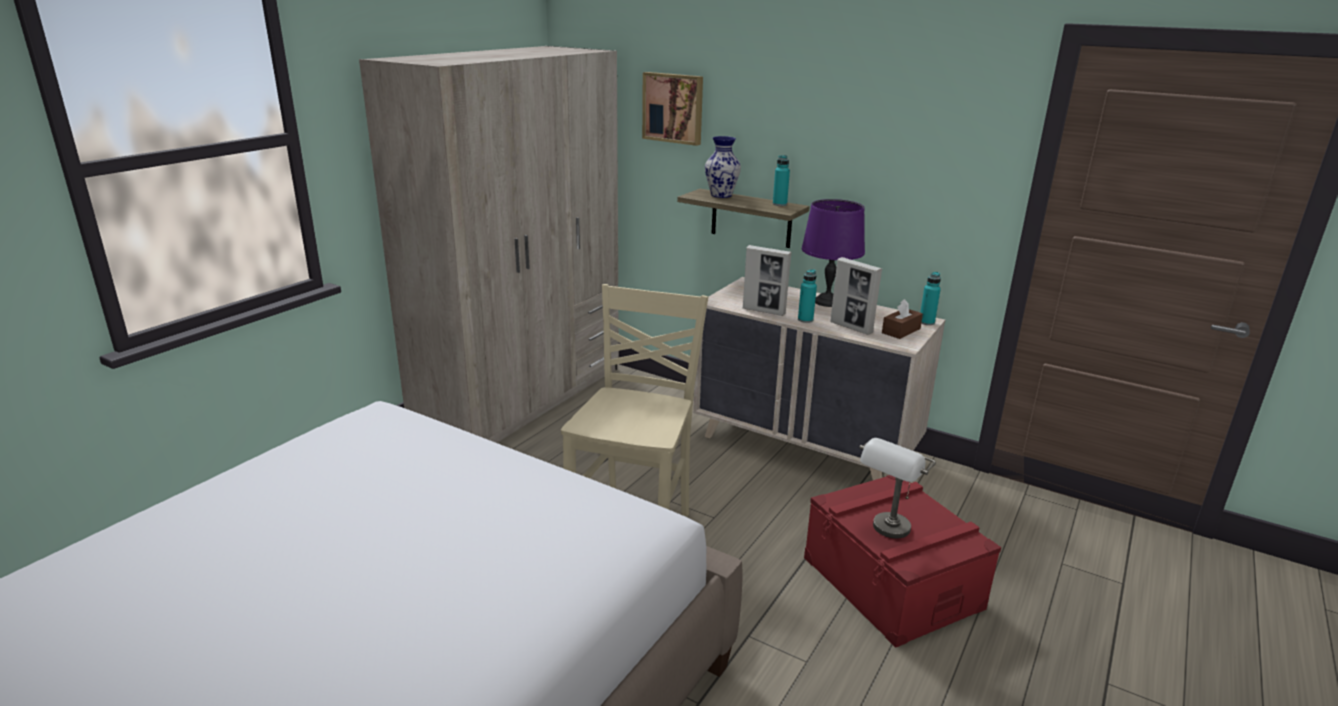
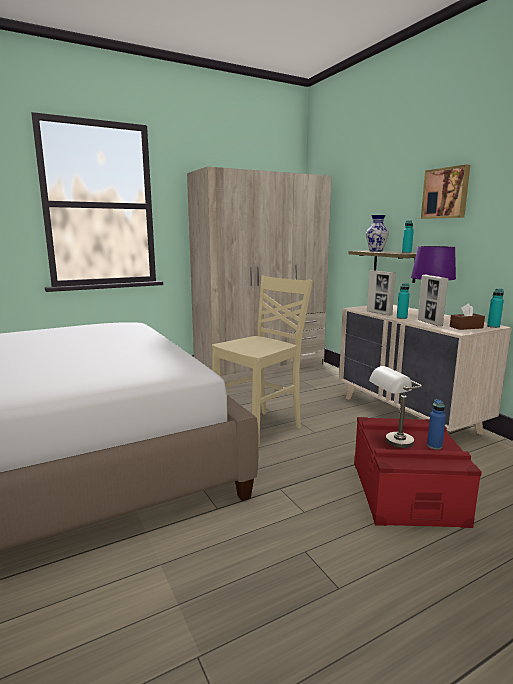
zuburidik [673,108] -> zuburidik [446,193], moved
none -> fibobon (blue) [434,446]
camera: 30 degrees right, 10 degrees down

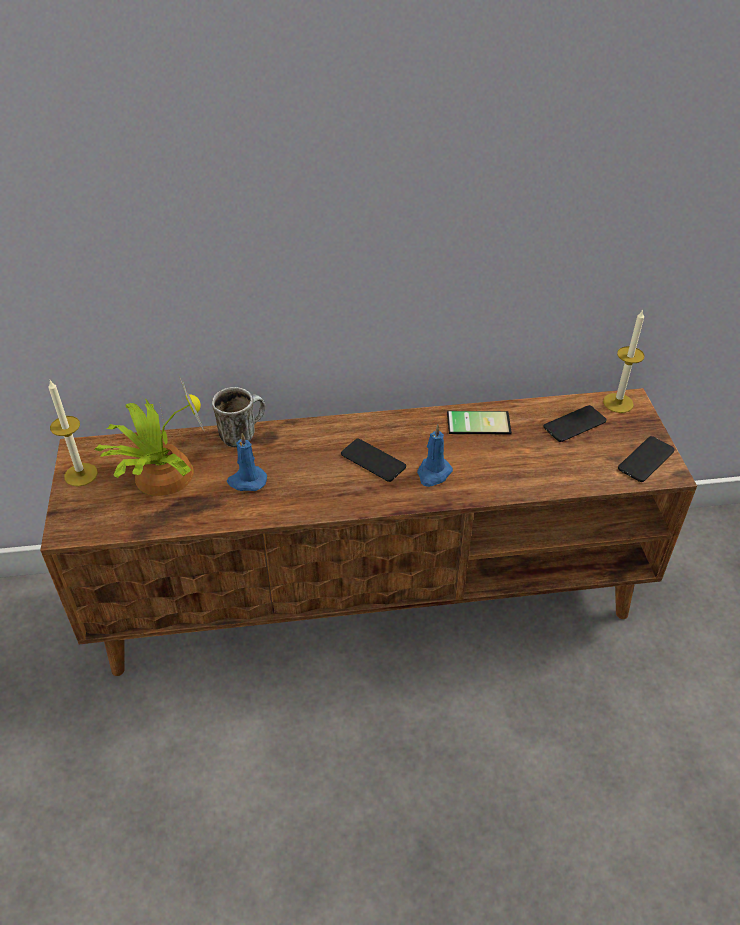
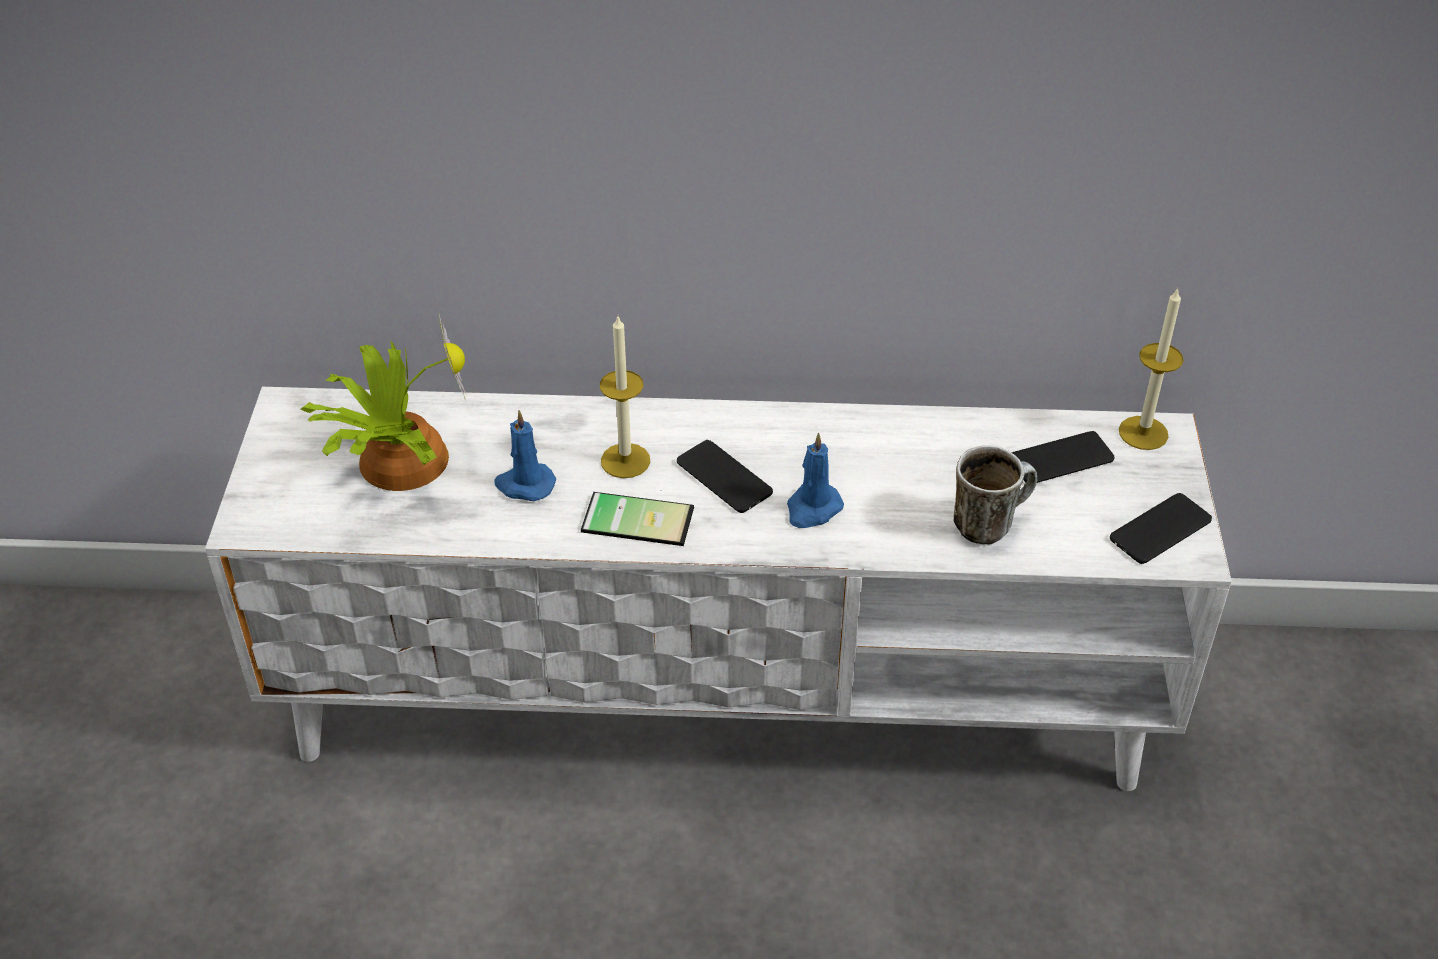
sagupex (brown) [371,597] -> sagupex (white) [722,698]
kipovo [478,420] -> kipovo [639,515], moved
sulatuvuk [81,474] -> sulatuvuk [625,460], moved
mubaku [242,434] -> mubaku [989,522], moved
camera: 10 degrees right, 0 degrees up

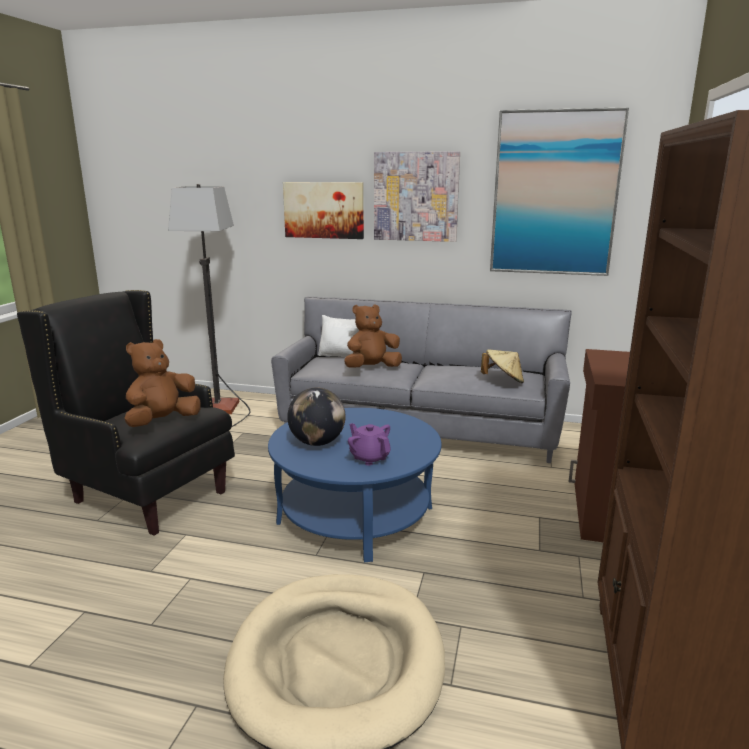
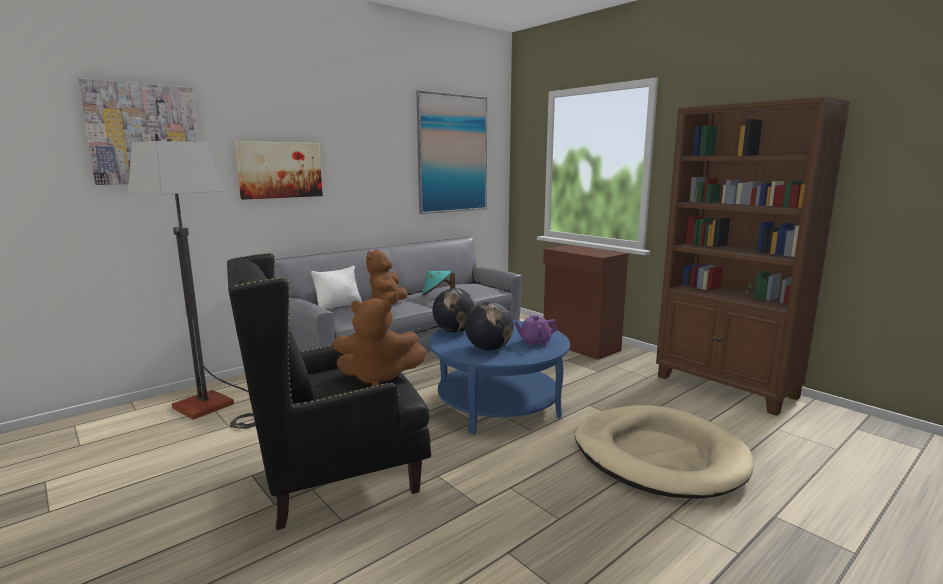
zuburidik [416,196] -> zuburidik [144,134], moved
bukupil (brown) [163,421] -> bukupil (brown) [378,377], 75 degrees counterclockwise
none -> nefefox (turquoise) [437,294]
none -> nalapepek [454,331]
nefefox (beige) [503,380] -> none
camera: 55 degrees left, 5 degrees down

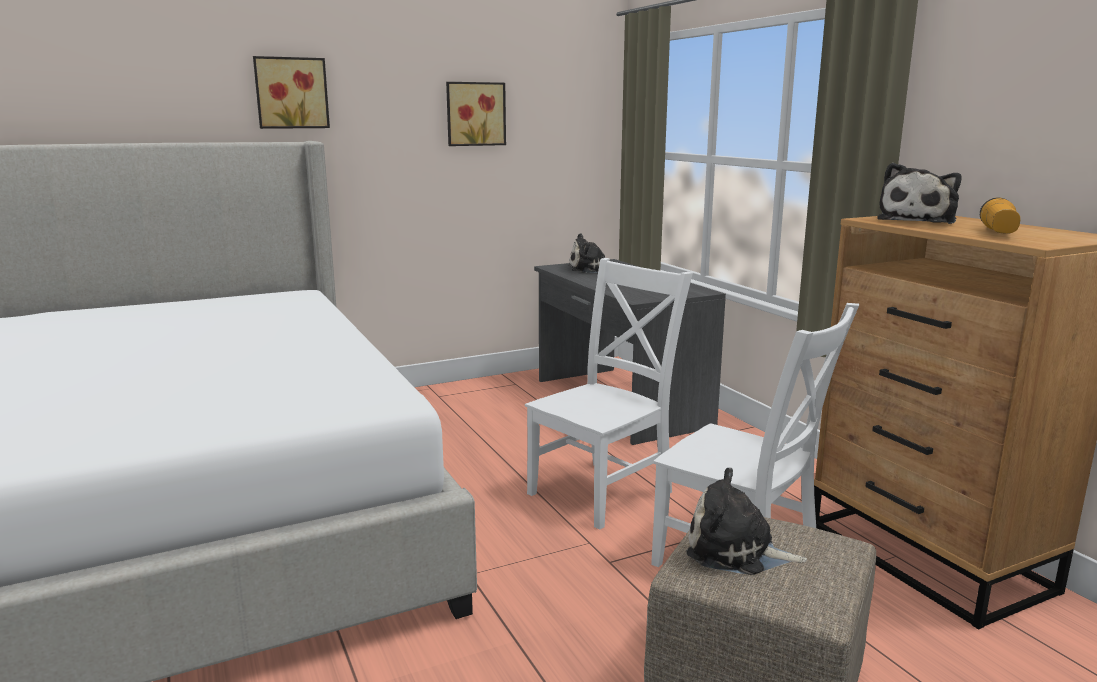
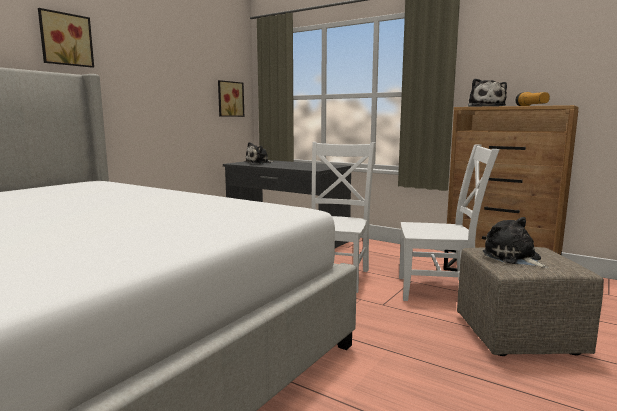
zuburidik [475,114] -> zuburidik [229,99], moved
bukupil [736,551] -> bukupil [513,258], 75 degrees clockwise
camera: 30 degrees left, 5 degrees down

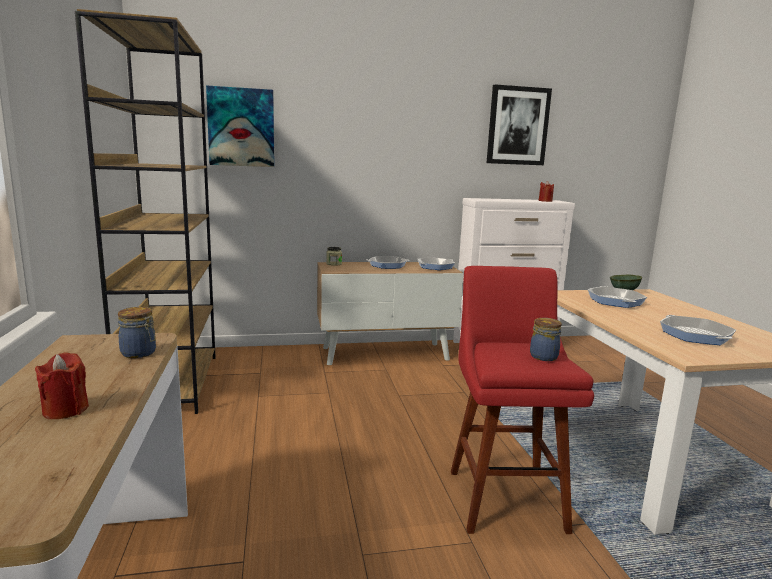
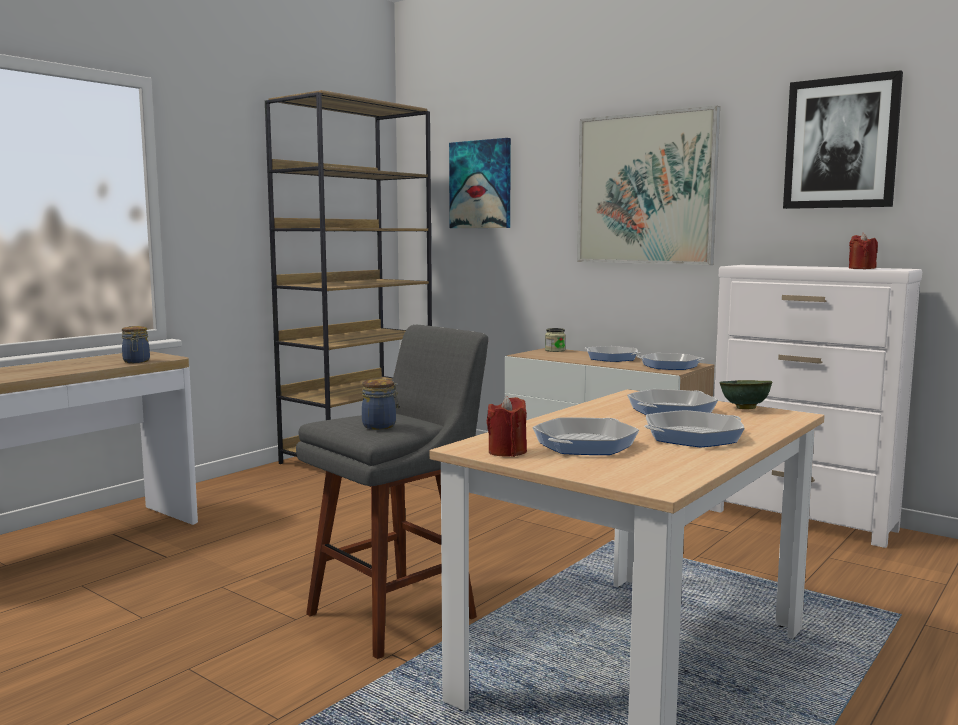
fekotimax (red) [504,495] -> fekotimax (grey) [399,612]
sulatuvuk (red) [65,410] -> sulatuvuk (red) [507,452], moved
none -> zuburidik [645,189]
none -> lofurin [693,436]
camera: 50 degrees right, 5 degrees down

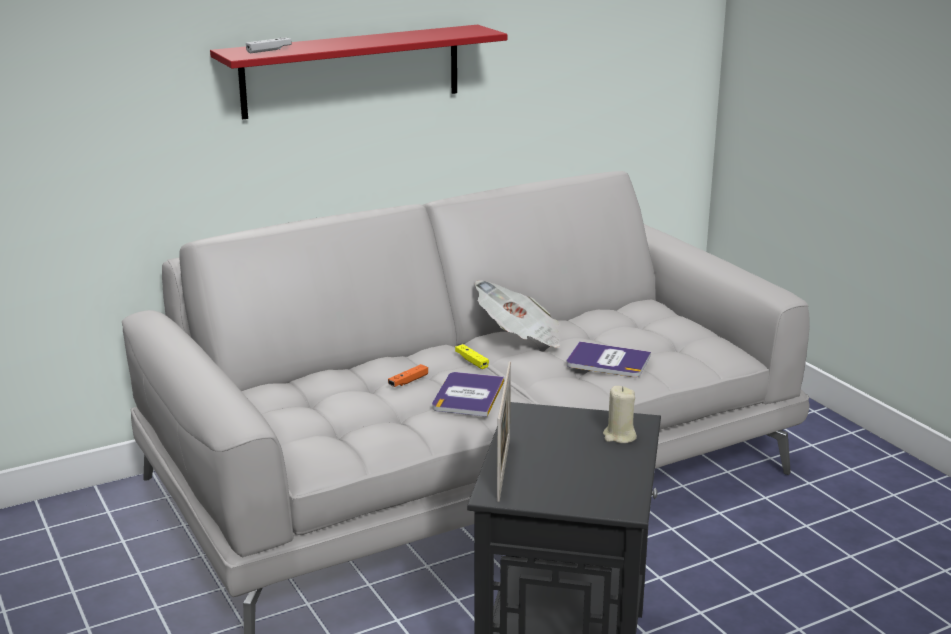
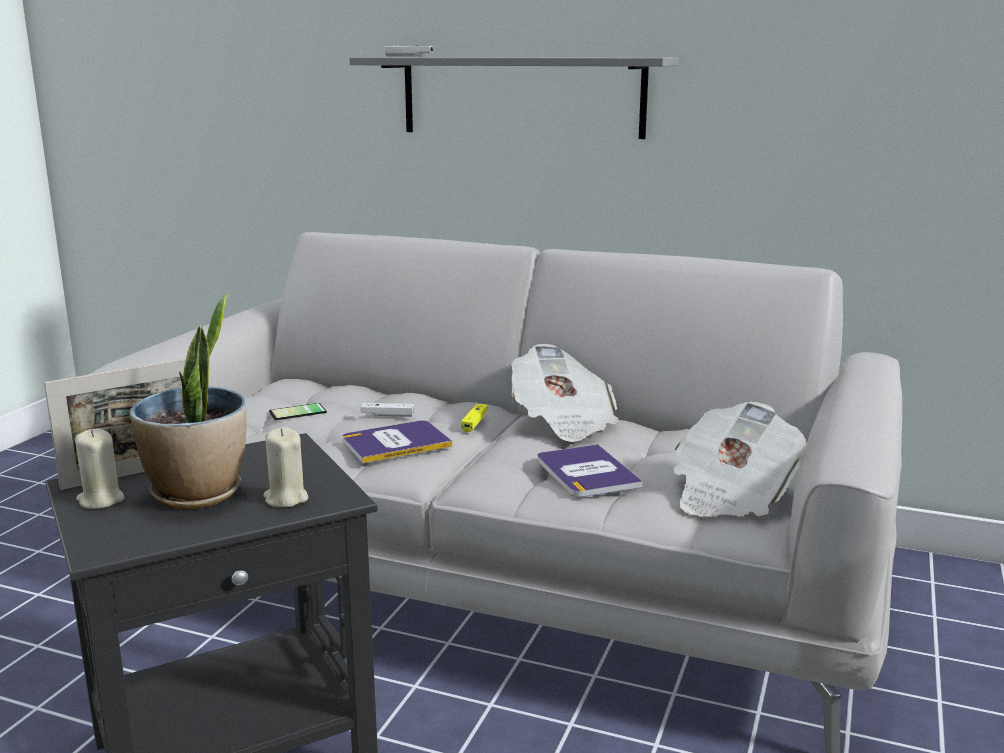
none -> sulatuvuk (beige) [101,500]
none -> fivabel [198,493]
none -> kipovo [298,413]
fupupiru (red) [352,71] -> fupupiru (grey) [521,96]
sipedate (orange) [408,381] -> sipedate (white) [387,415]
none -> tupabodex [731,494]
camera: 50 degrees right, 5 degrees down

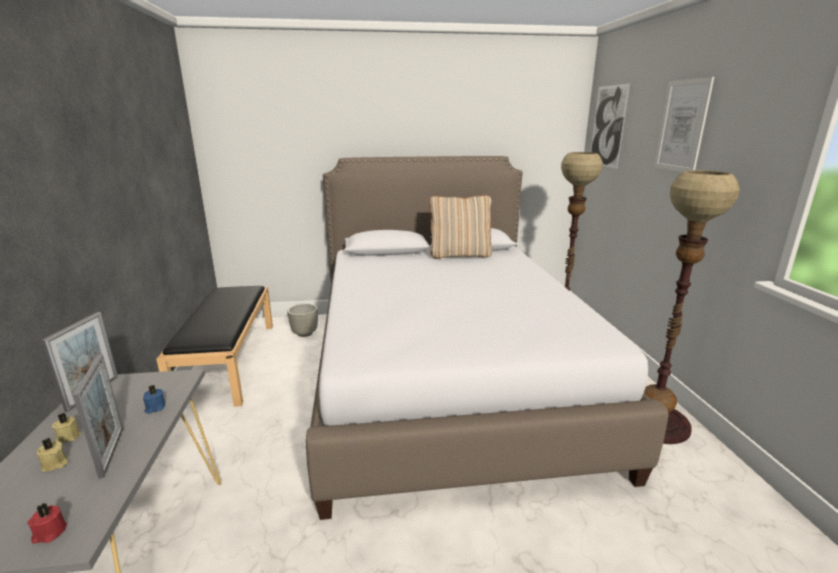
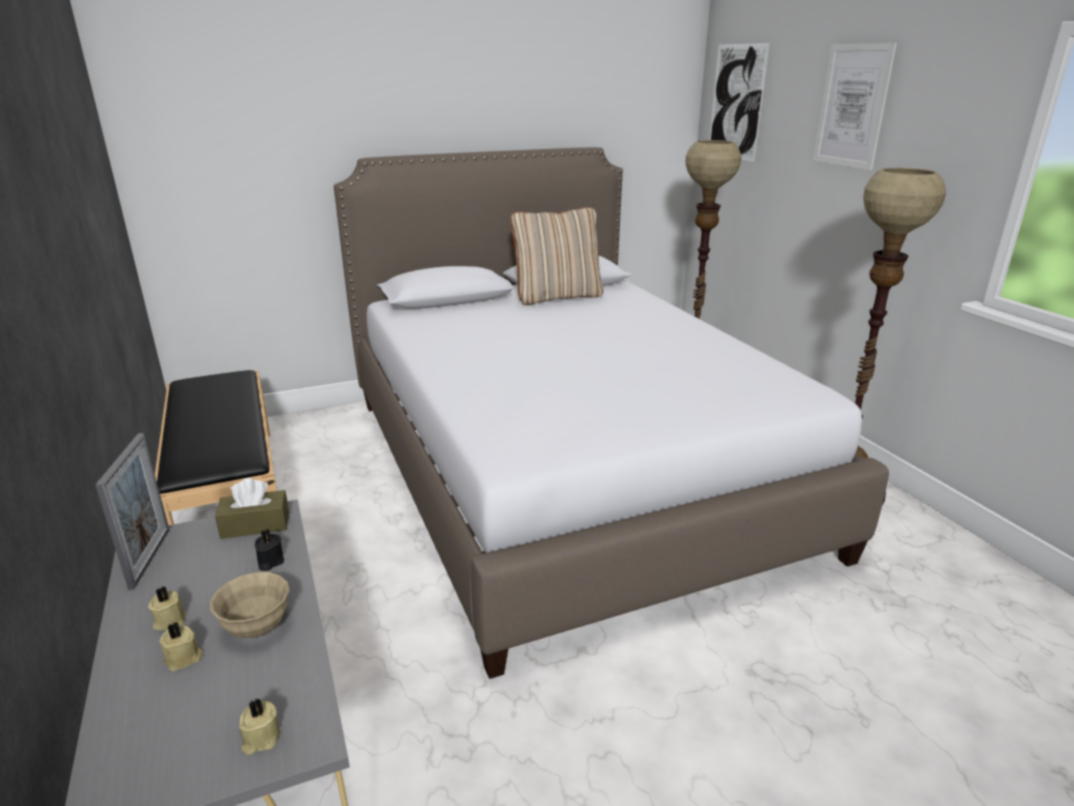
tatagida [112,452] -> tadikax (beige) [257,627]
none -> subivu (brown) [255,525]
sulatuvuk (red) [49,533] -> sulatuvuk (beige) [260,739]
sulatuvuk (blue) [155,408] -> sulatuvuk (black) [269,562]
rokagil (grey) [304,333] -> none
camera: 15 degrees left, 5 degrees up

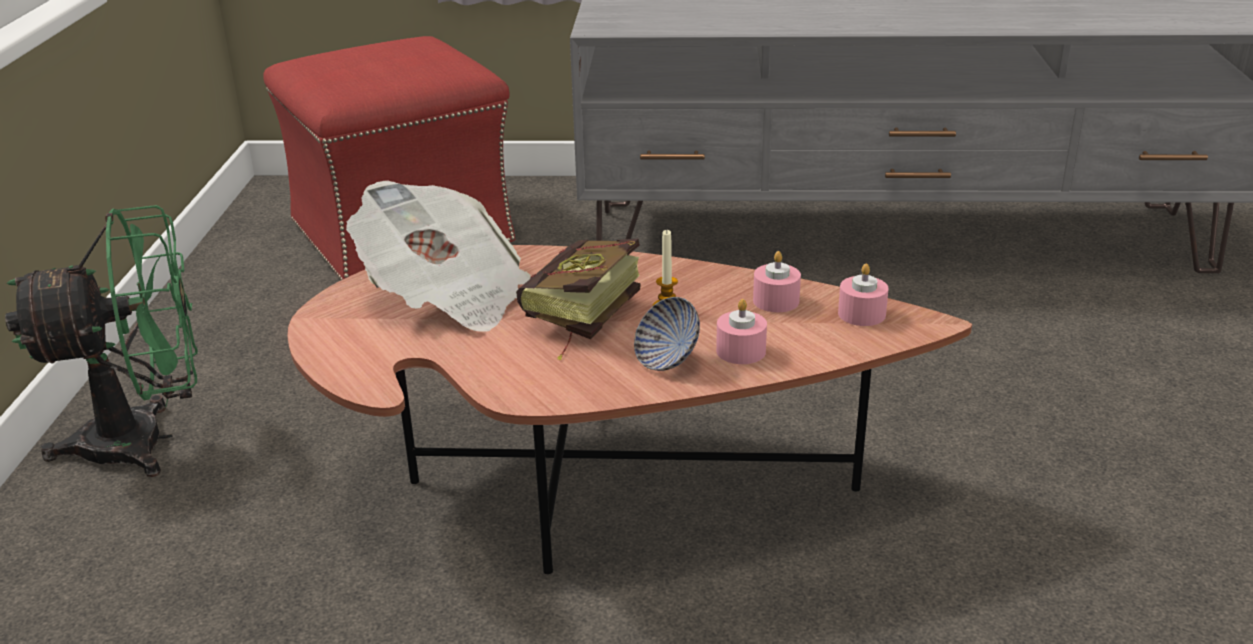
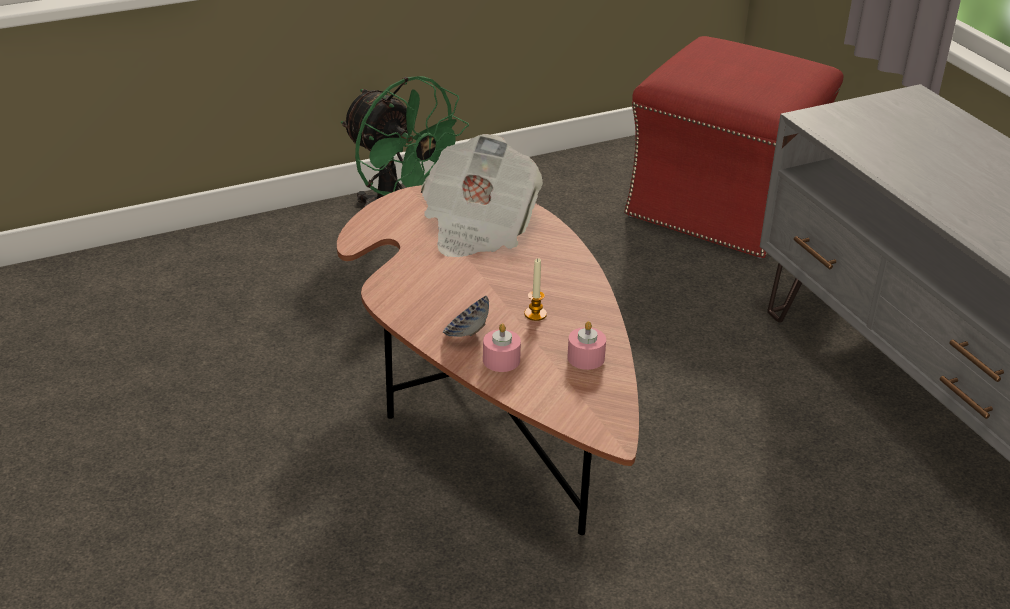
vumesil [576,322] -> none
sulatuvuk (pink) [861,314] -> none
camera: 60 degrees right, 5 degrees up

